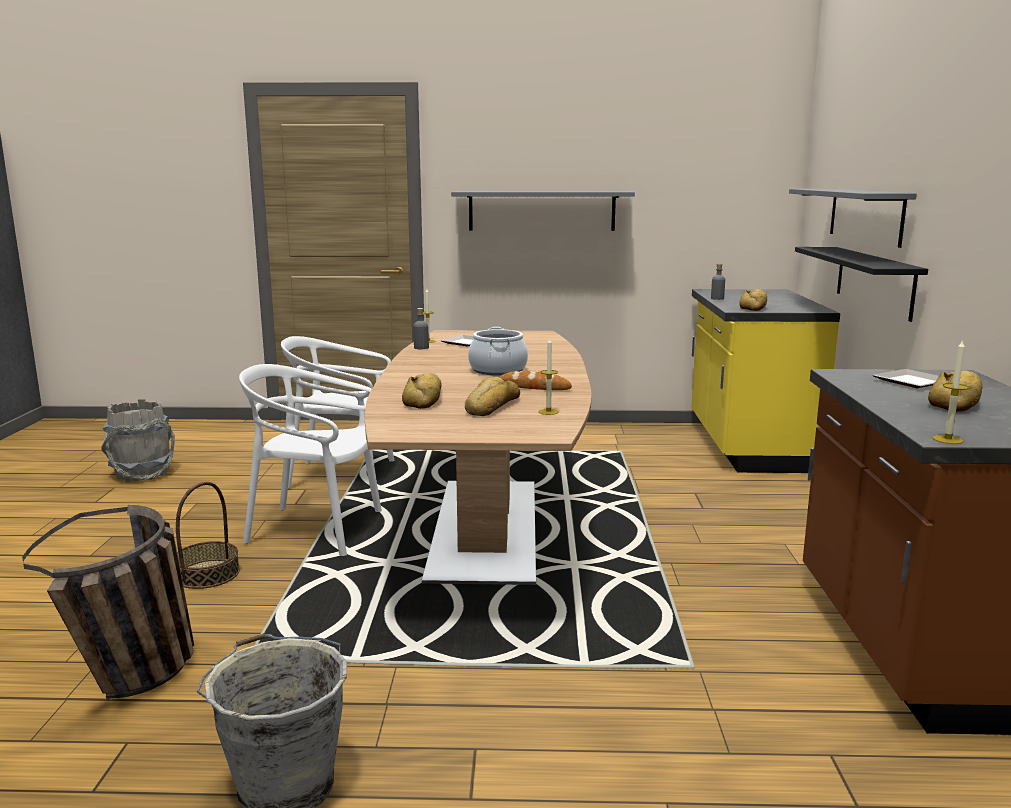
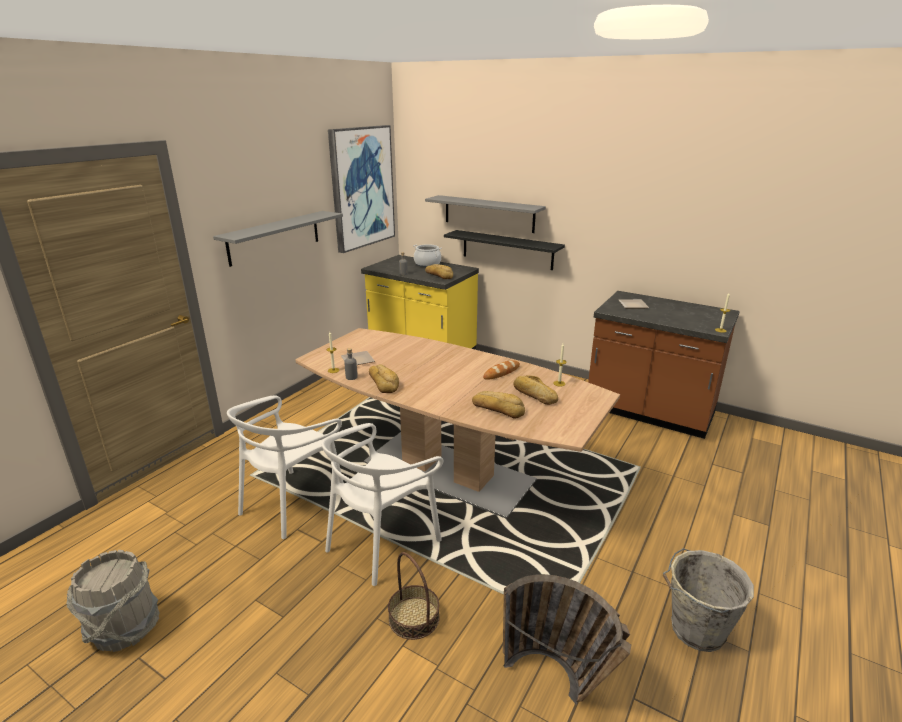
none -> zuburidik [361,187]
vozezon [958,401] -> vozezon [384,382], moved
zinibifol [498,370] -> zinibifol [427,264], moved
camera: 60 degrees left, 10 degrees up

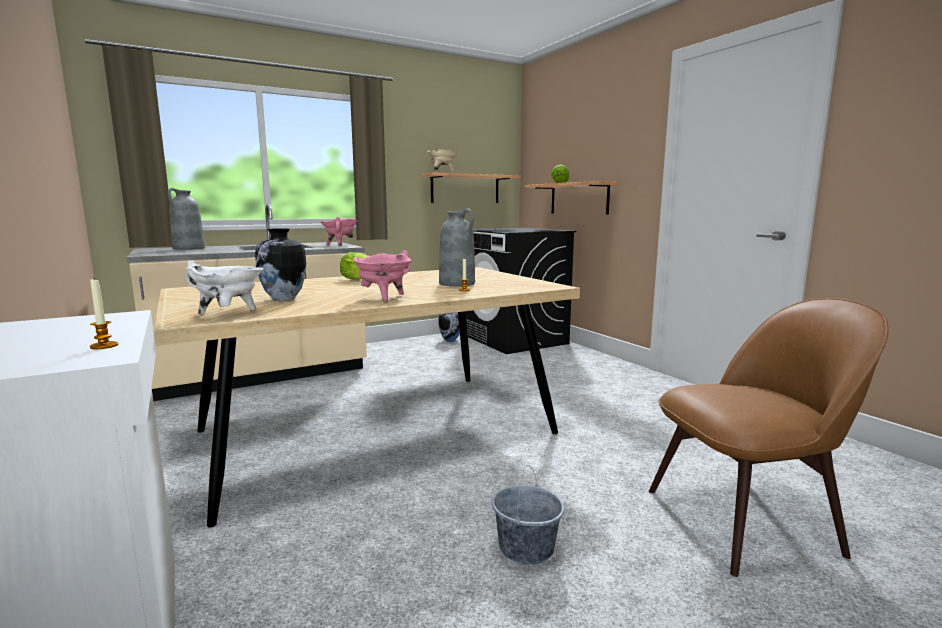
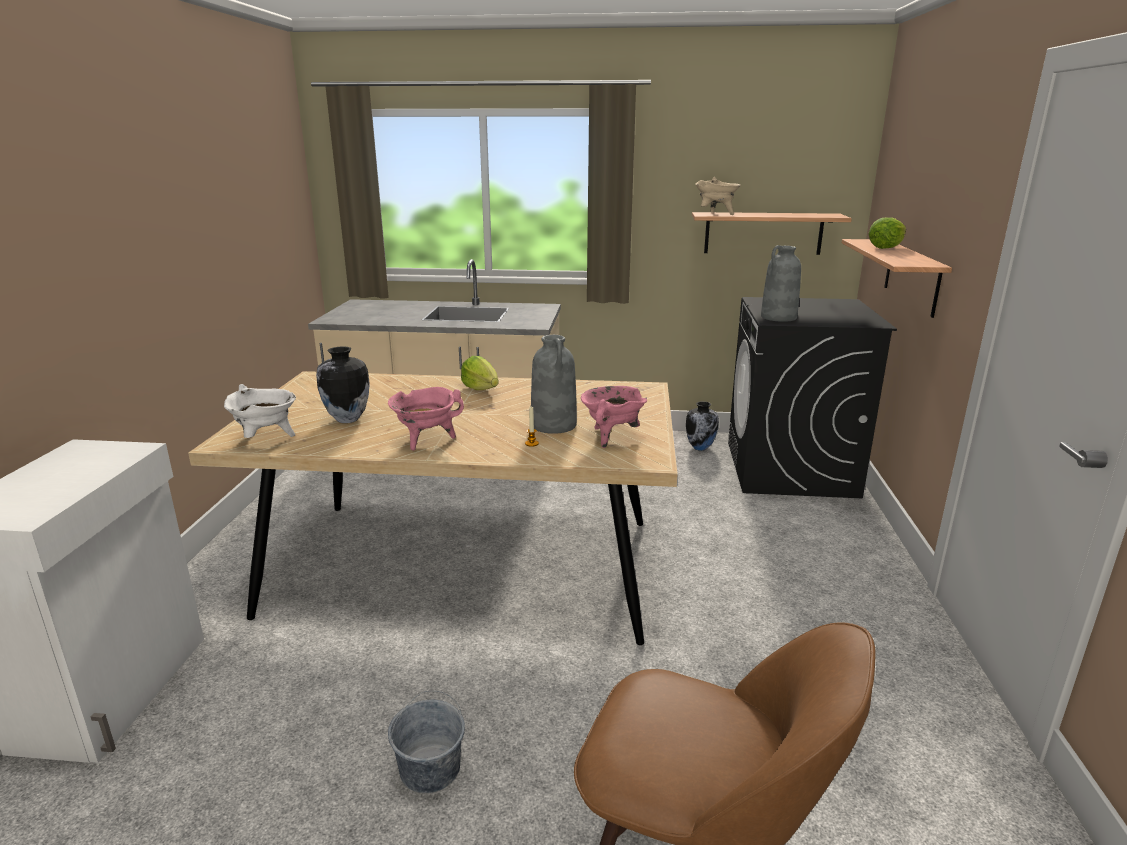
zinibifol (pink) [339,244] -> zinibifol (pink) [611,437], moved
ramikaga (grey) [188,248] -> ramikaga (grey) [778,317], moved
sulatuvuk [104,346] -> none
camera: 35 degrees right, 10 degrees up

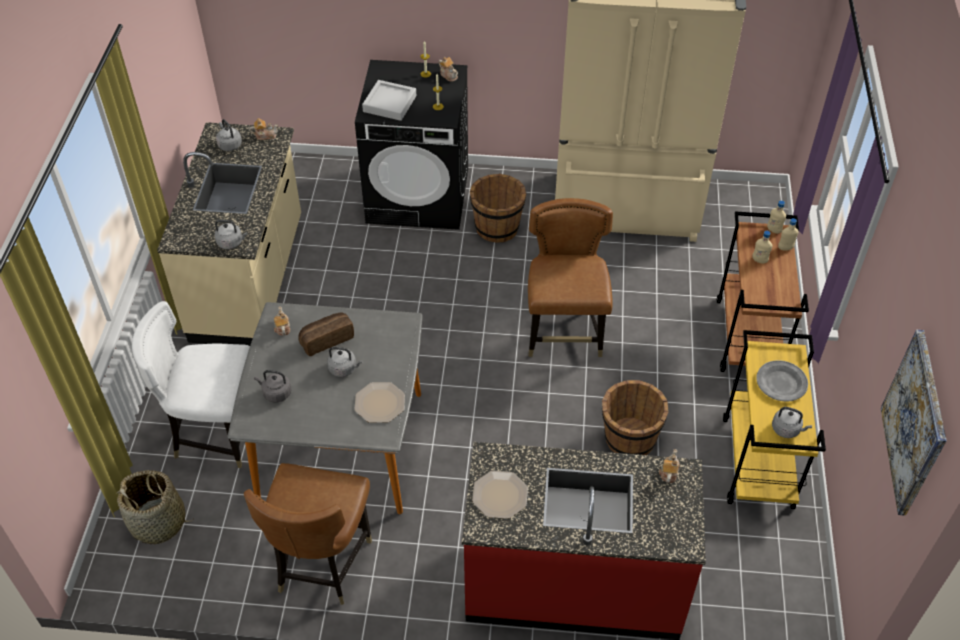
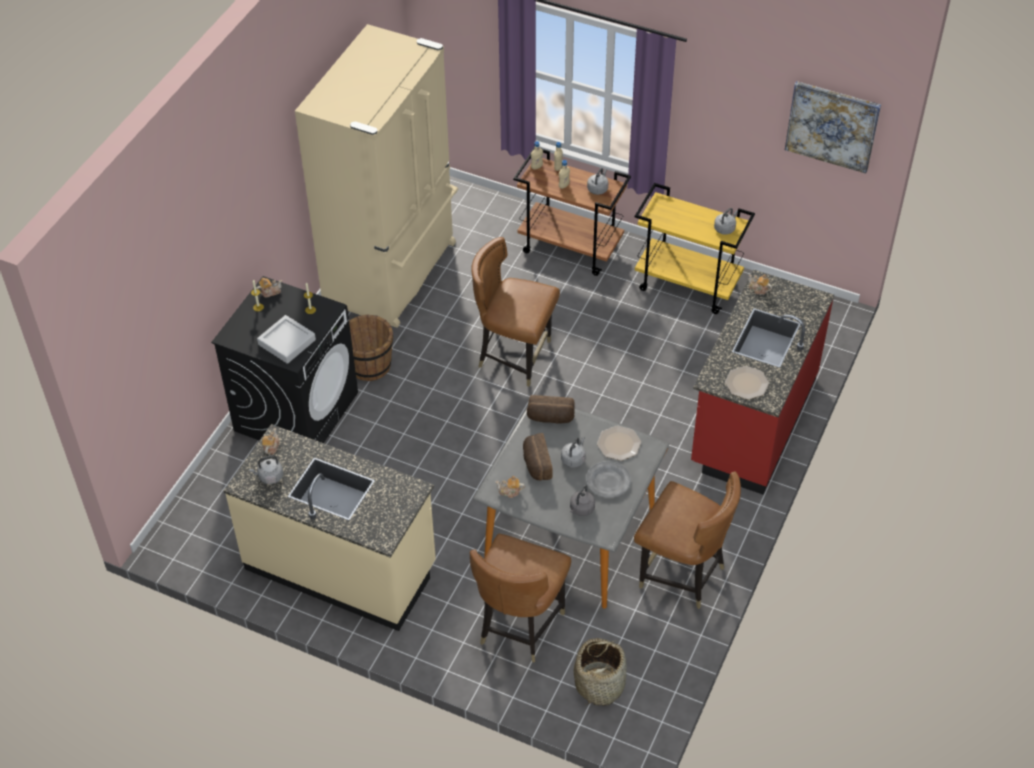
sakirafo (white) [215,433] -> sakirafo (brown) [519,626]
none -> vozezon [550,418]
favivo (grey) [781,383] -> favivo (grey) [608,481], moved
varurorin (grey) [231,242] -> varurorin (grey) [598,189], moved
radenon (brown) [629,439] -> none
camera: 70 degrees left, 0 degrees up

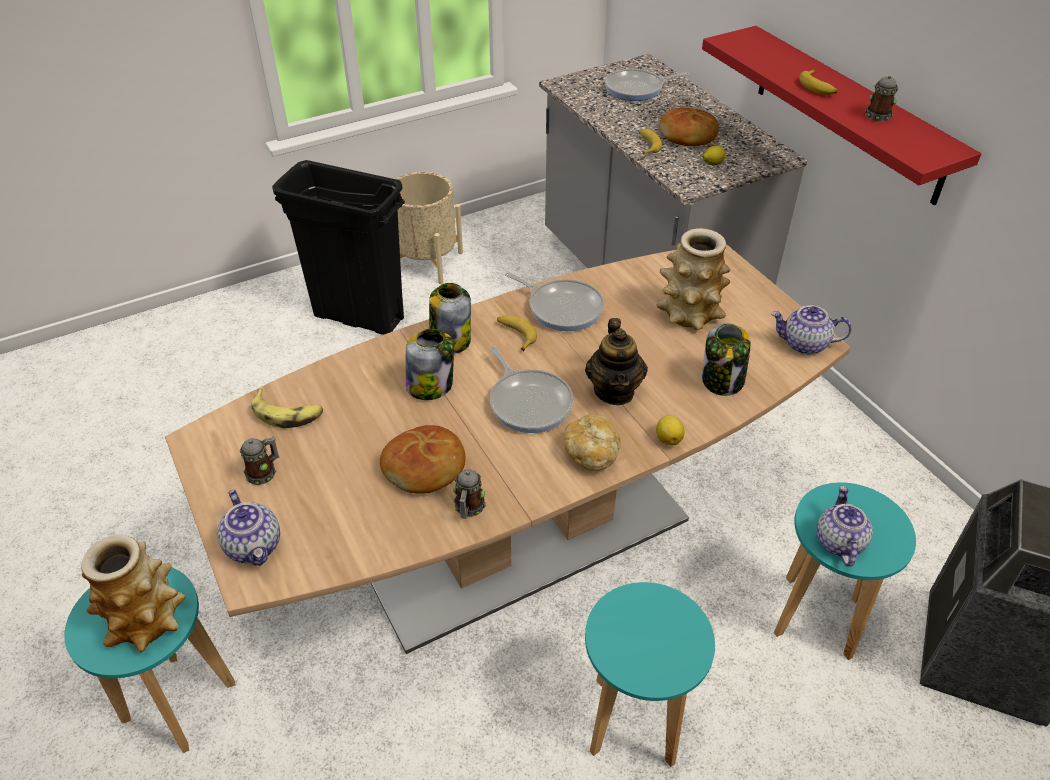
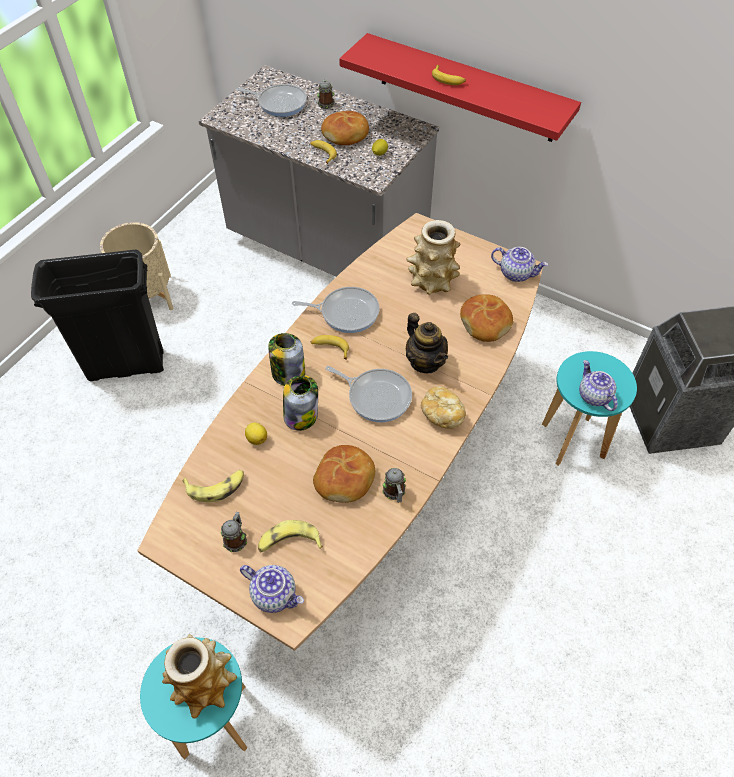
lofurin [637,89] -> lofurin [279,103], 120 degrees counterclockwise
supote [668,438] -> supote [256,438], moved
none -> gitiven [289,542]
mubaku [878,114] -> mubaku [325,103], moved
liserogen [722,380] -> vozezon [485,323]
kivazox [804,344] -> kivazox [516,273], 135 degrees counterclockwise
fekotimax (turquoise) [634,722] -> none
camera: 30 degrees left, 10 degrees up

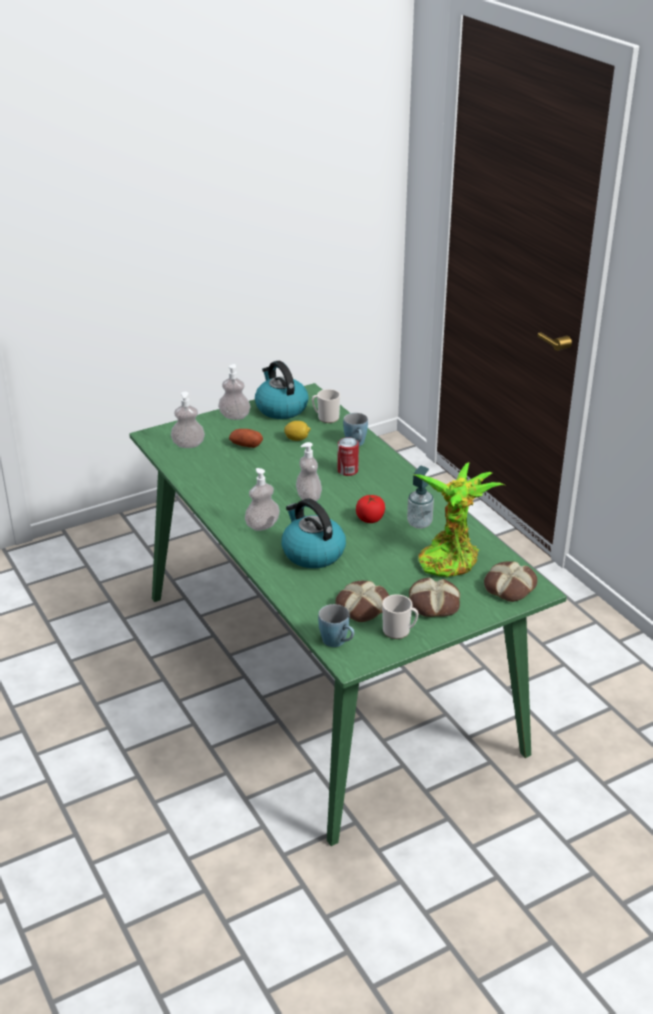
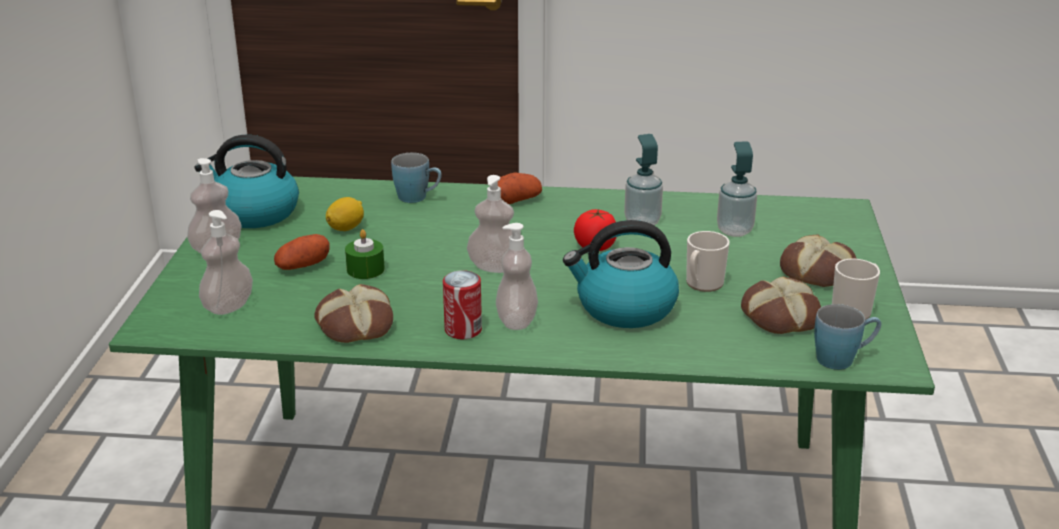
vozezon [509,586] -> vozezon [354,324], moved
none -> sulatuvuk (green) [365,269]
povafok [347,470] -> povafok [463,330], moved
none -> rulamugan [517,200]
mubaku [326,418] -> mubaku [702,284], moved
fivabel [450,558] -> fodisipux [734,230]
camera: 55 degrees left, 5 degrees down

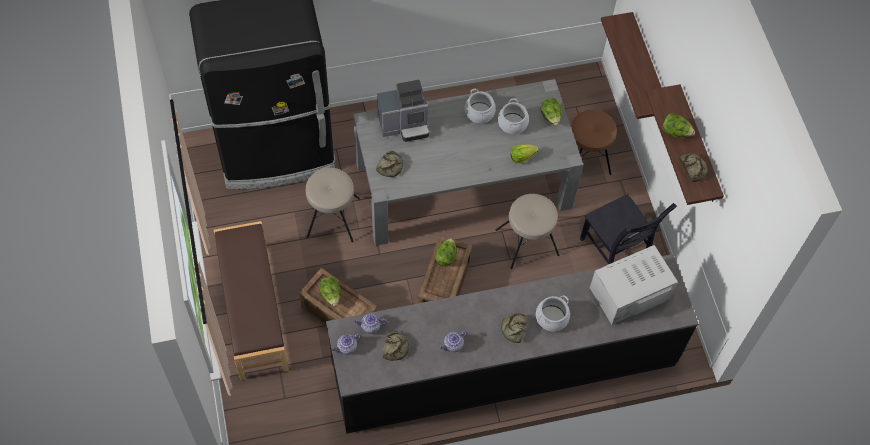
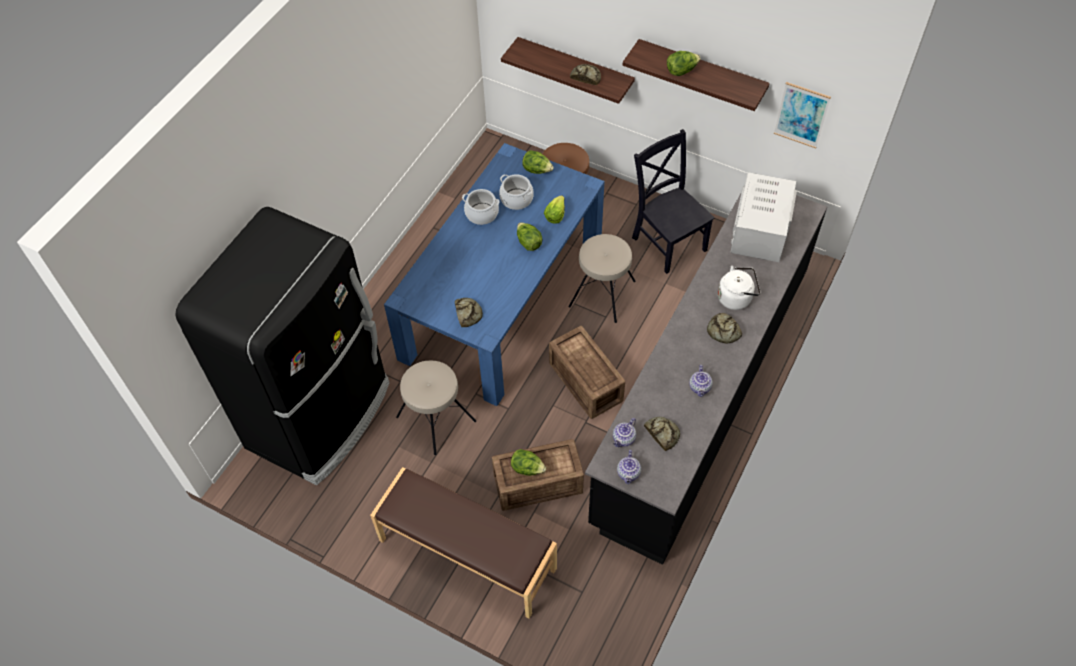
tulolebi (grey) [463,184] -> tulolebi (blue) [502,299]
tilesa [446,257] -> tilesa [528,243], moved
vozezon [692,168] -> vozezon [586,77], moved
sakirafo (black) [616,251] -> sakirafo (black) [667,241], 135 degrees counterclockwise
zinibifol [552,318] -> varurorin (white) [736,298]
none -> zuburidik [801,115]
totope [405,125] -> none
camera: 45 degrees left, 5 degrees down

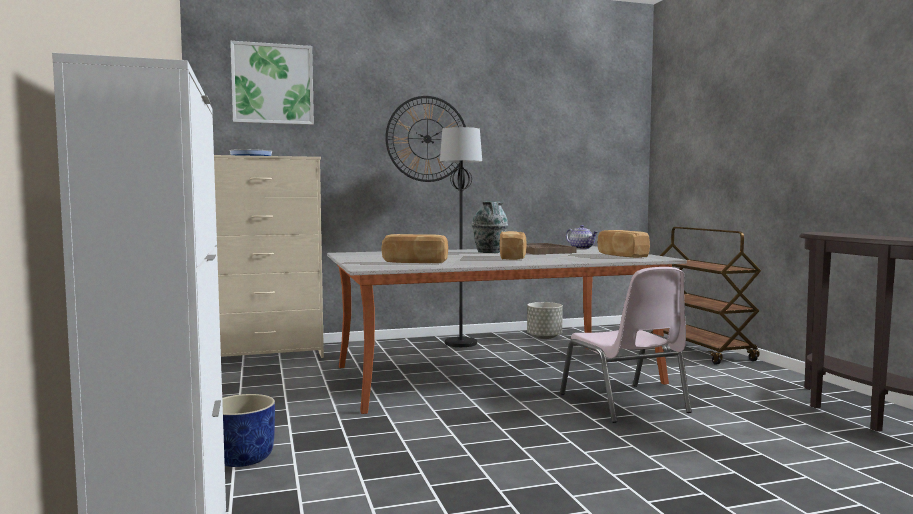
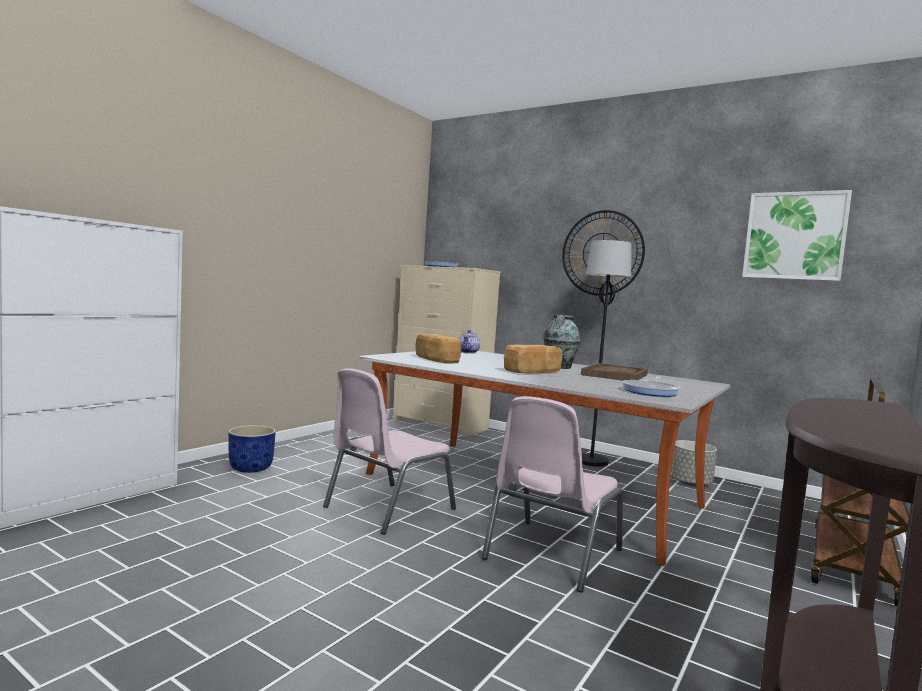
none -> sakirafo (pink) [387,508]
kivazox [582,248] -> kivazox [468,352], moved
vozezon [621,255] -> lofurin [651,391]
zuburidik [272,84] -> zuburidik [794,236], moved
camera: 50 degrees right, 0 degrees up

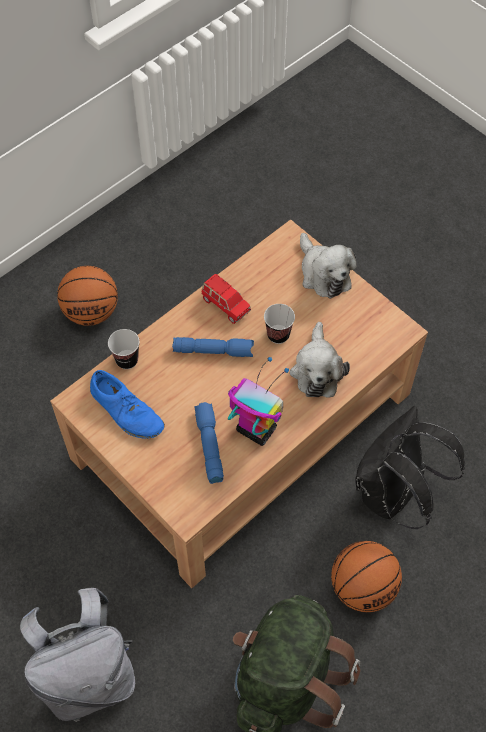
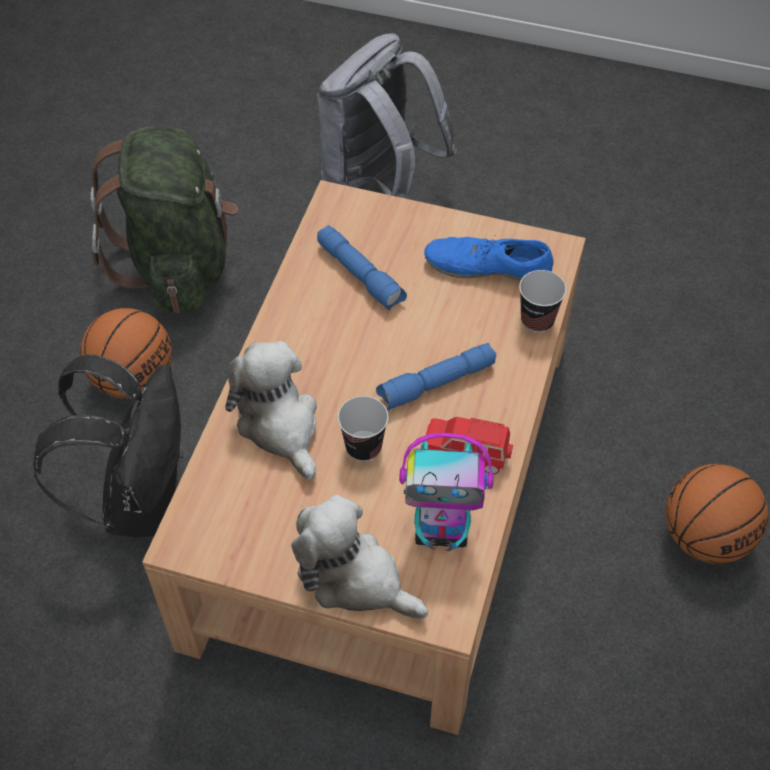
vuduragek [255,429] -> vuduragek [442,529], moved
camera: 150 degrees right, 5 degrees down

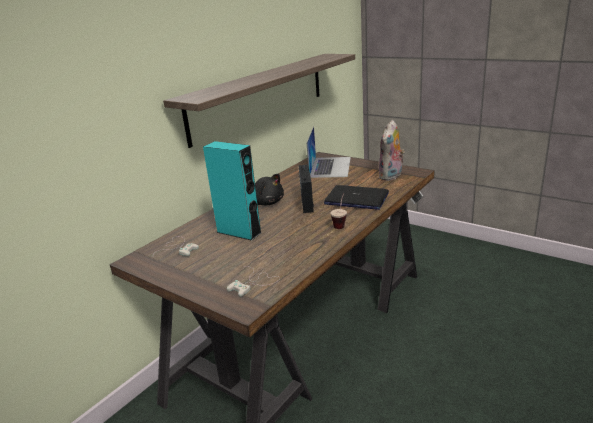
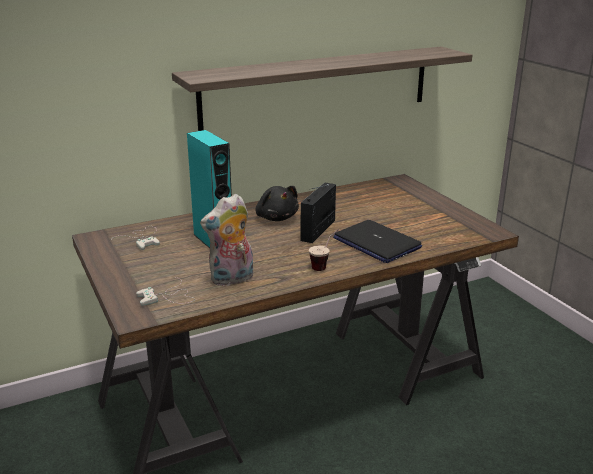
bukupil [391,176] -> bukupil [232,279], moved
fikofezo [330,167] -> none
camera: 25 degrees right, 0 degrees up

